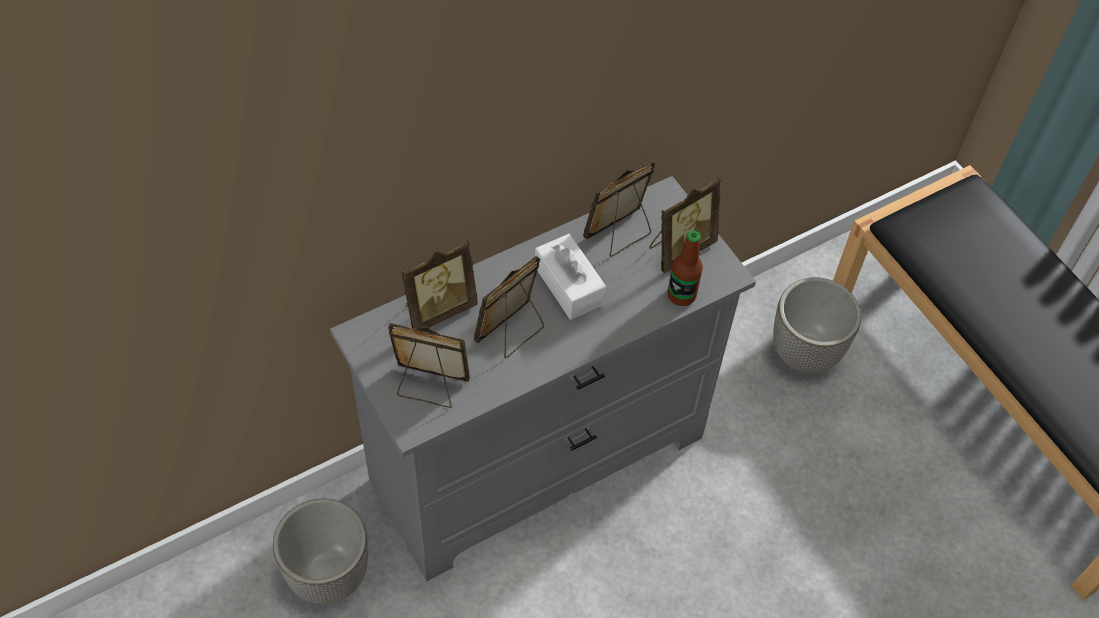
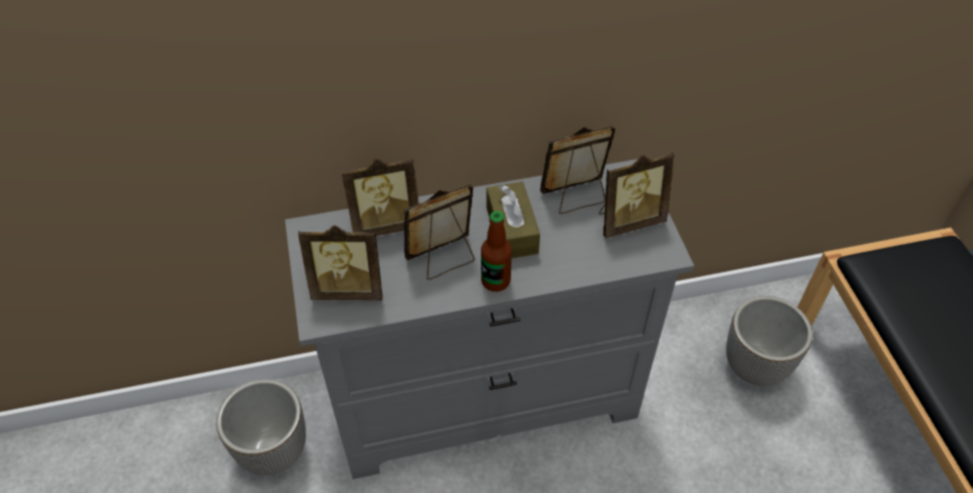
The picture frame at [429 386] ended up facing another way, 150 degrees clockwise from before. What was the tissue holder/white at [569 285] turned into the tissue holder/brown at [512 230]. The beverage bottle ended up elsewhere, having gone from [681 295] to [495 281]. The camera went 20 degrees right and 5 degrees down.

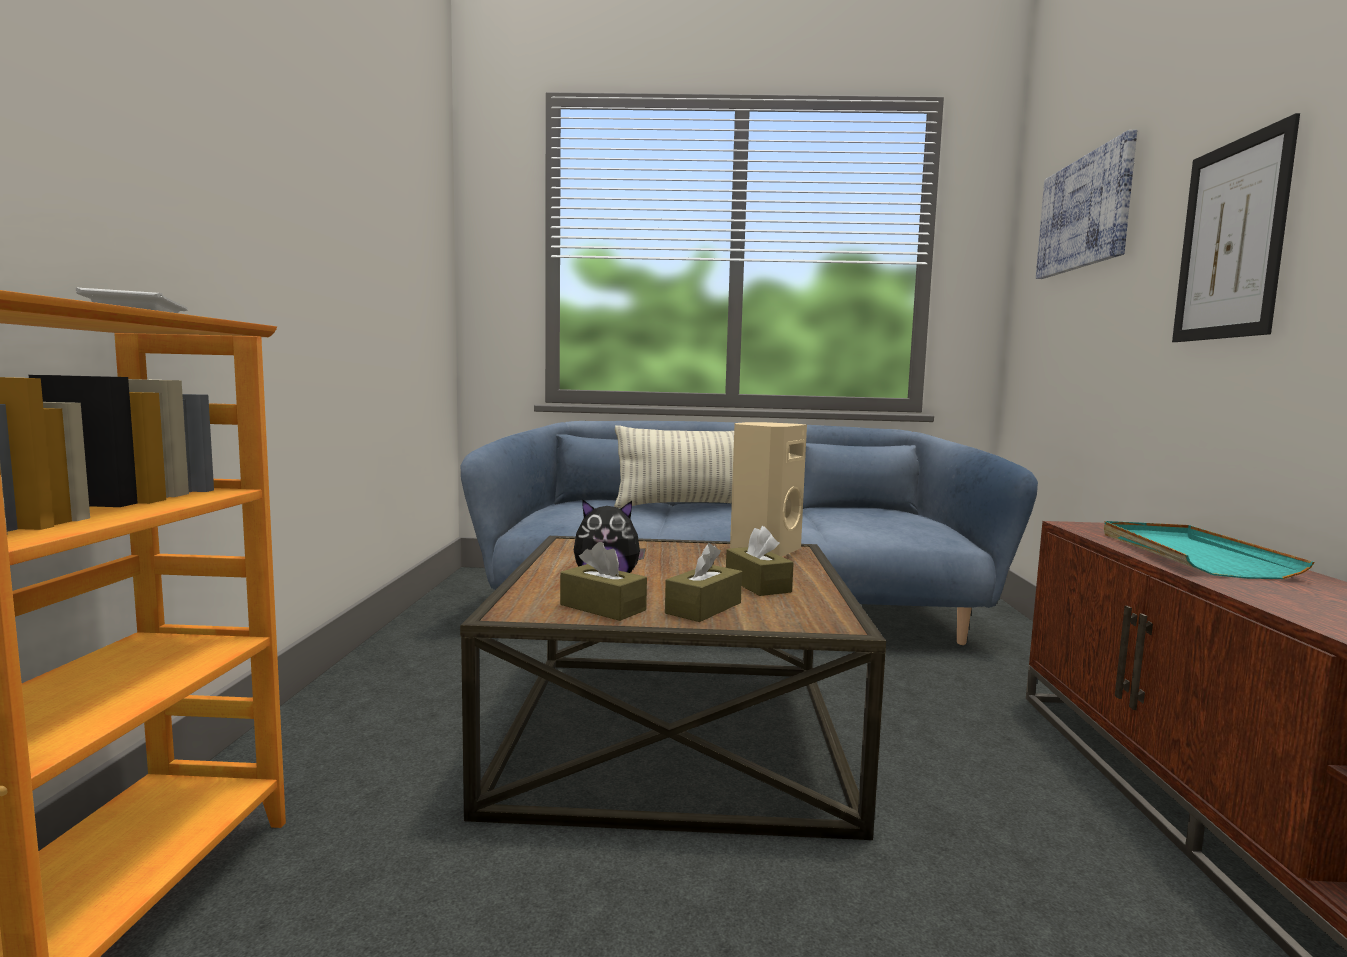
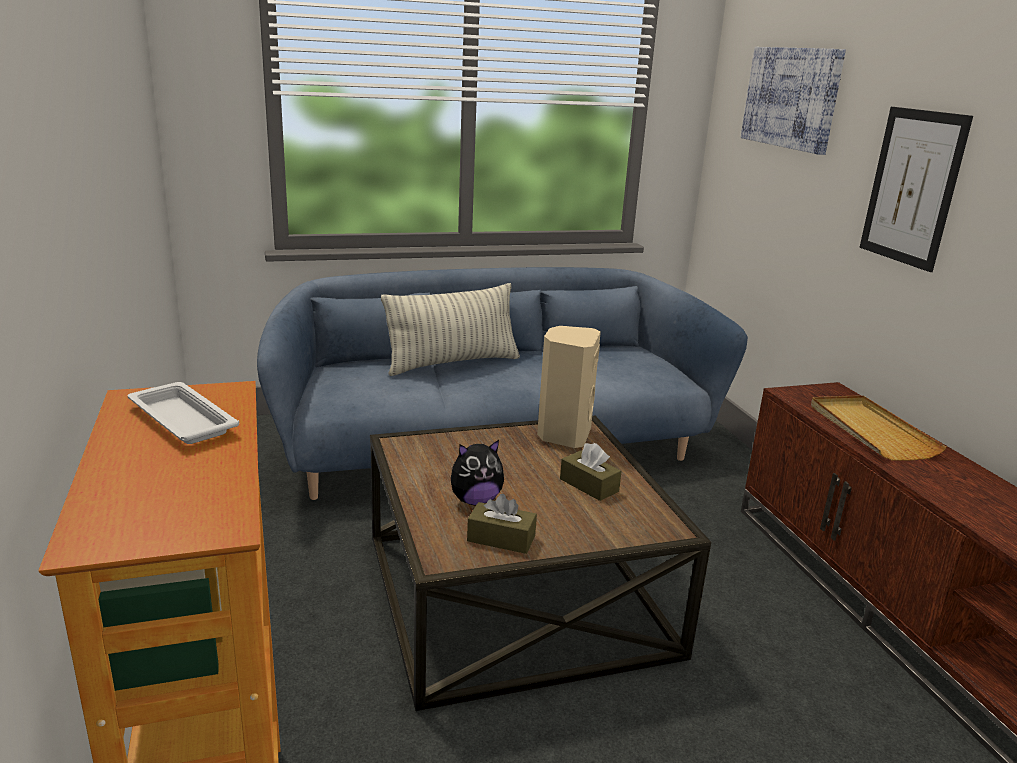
The second view lost the tissue holder/brown at [703 608]. What was the carrying tray/turquoise at [1189 554] turned into the carrying tray/sand-coloured at [870 430]. The camera went 20 degrees left and 15 degrees up.

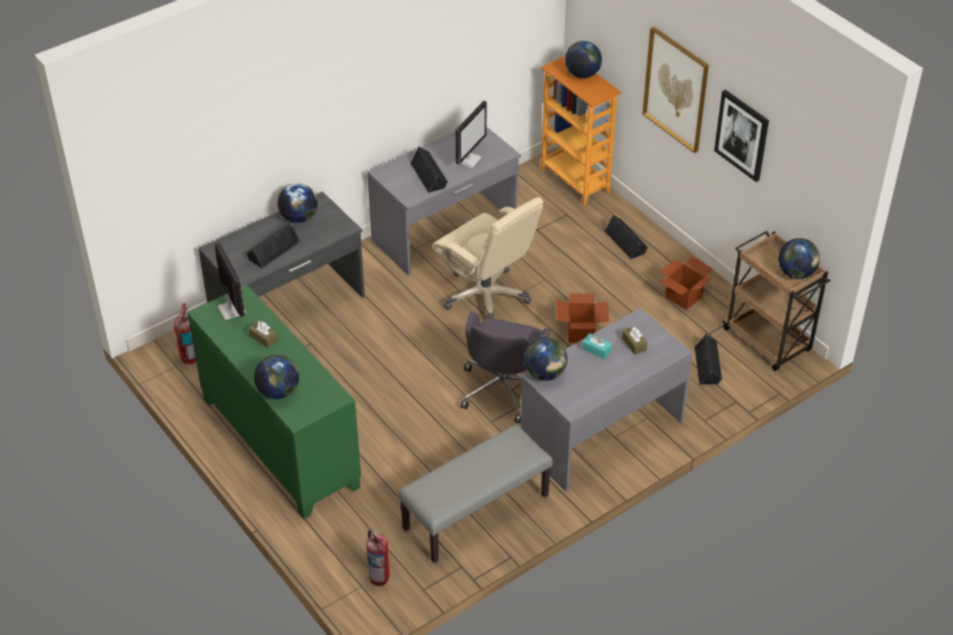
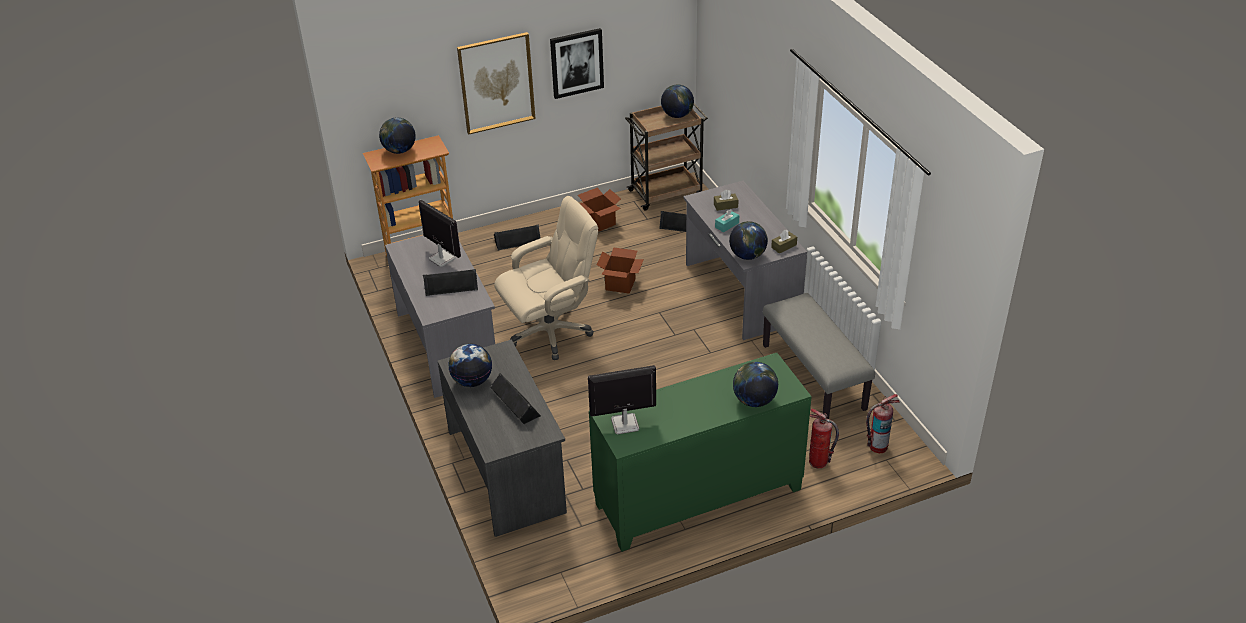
The fire-fighting cylinder ended up elsewhere, having gone from [189 358] to [818 462]. The tissue holder/brown ended up elsewhere, having gone from [263 338] to [784 246]. The second view lost the office chair/grey at [504 388]. The camera went 75 degrees left and 5 degrees down.

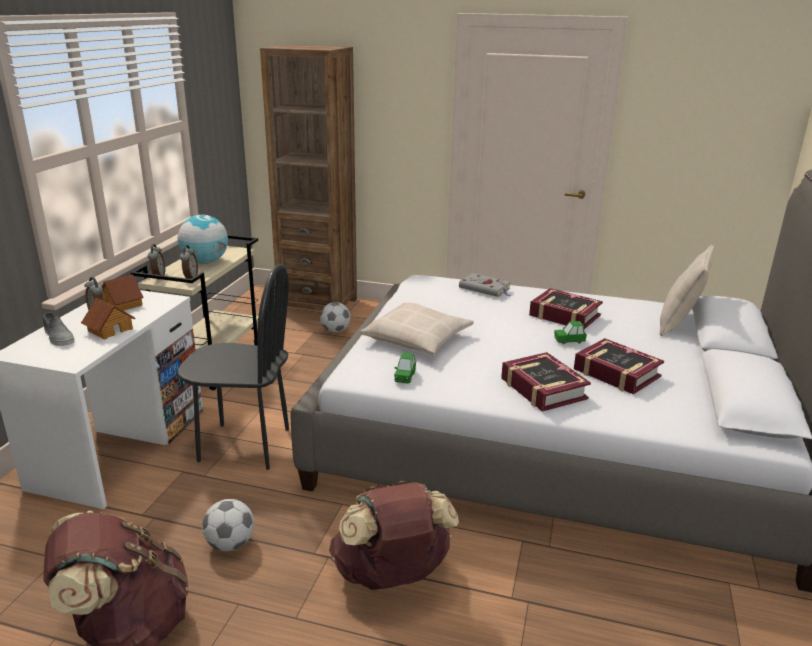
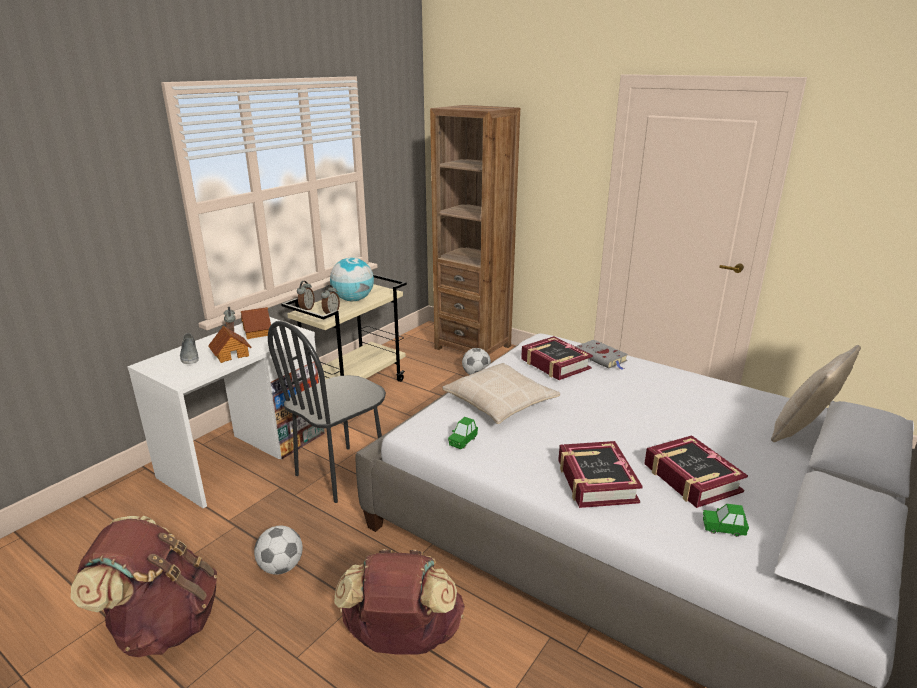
The chair/black at [244 445] ended up facing another way, 105 degrees clockwise from before. The volume ended up elsewhere, having gone from [564 315] to [555 364]. The miniature car/greenish ended up elsewhere, having gone from [569 341] to [723 529]. The camera went 20 degrees right and 0 degrees up.

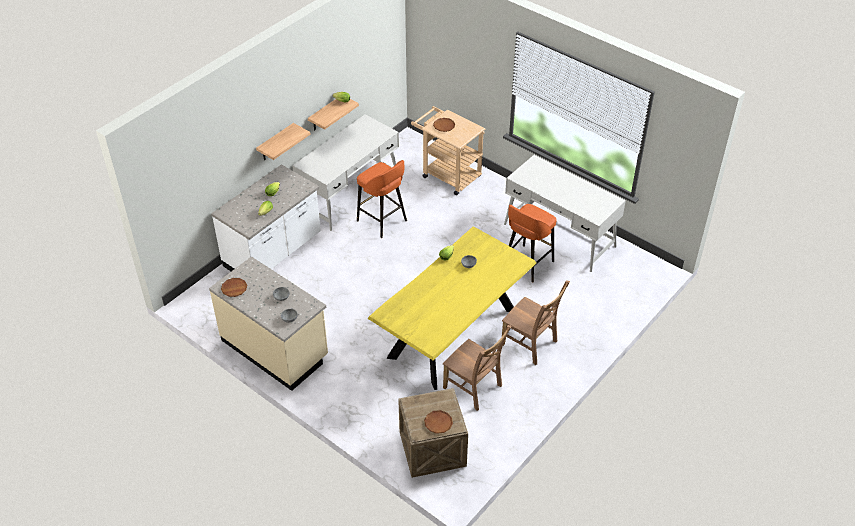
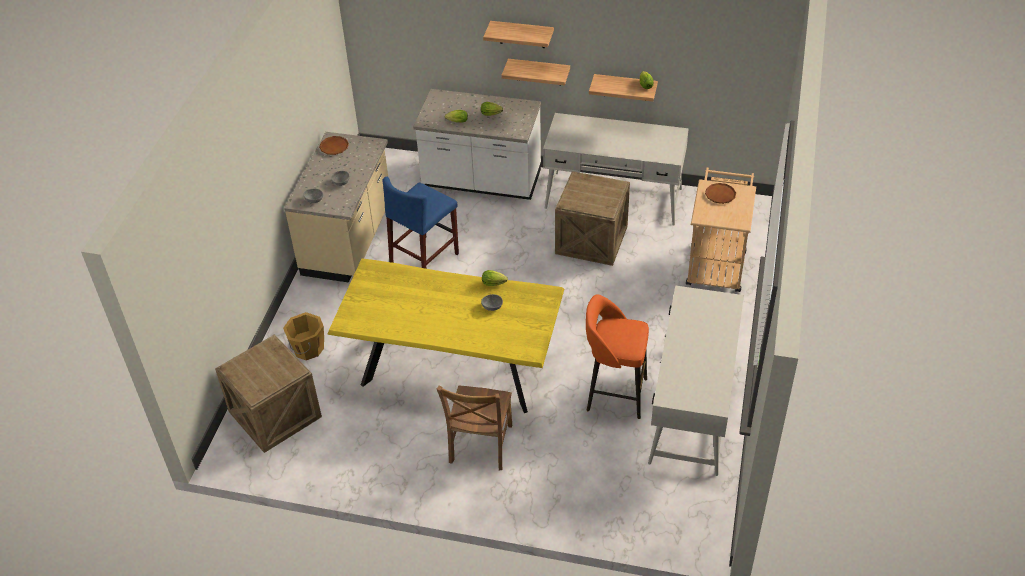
Where the stool seat/orange stood at [383 221], the crate came to stand at [590 241]. The second view lost the dinner plate/brown at [438 423]. The second view lost the chair/brown at [474 388]. The second view gained the pail/orange at [307 348]. The second view gained the stool seat/blue-coloured at [424 259]. The second view gained the shelf at [522 34]. The camera went 65 degrees right and 0 degrees up.

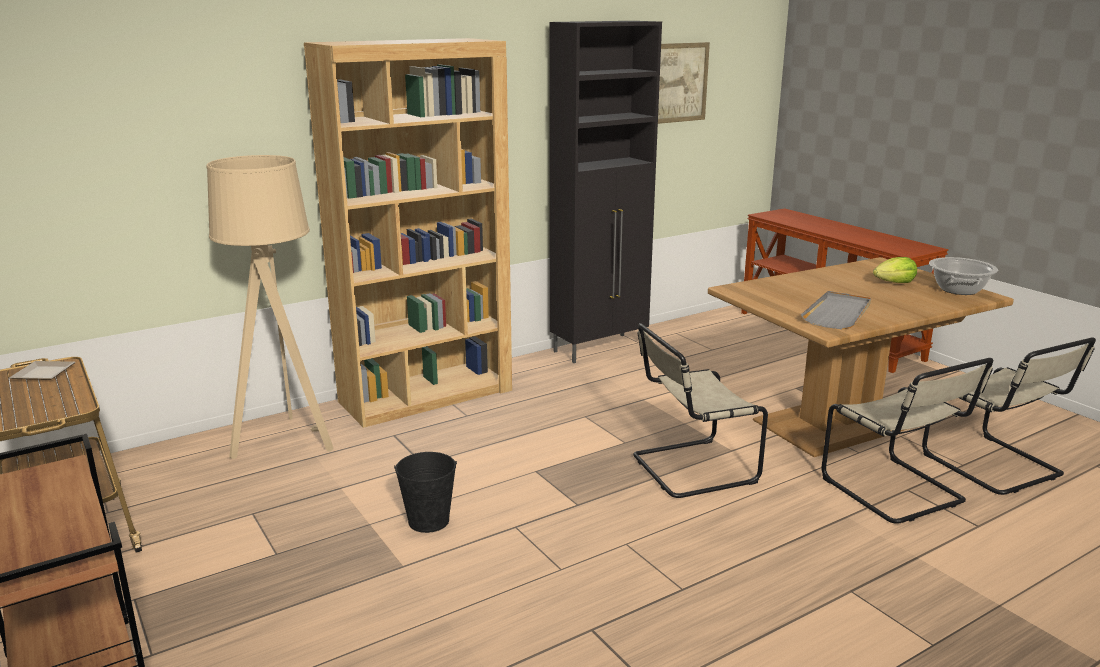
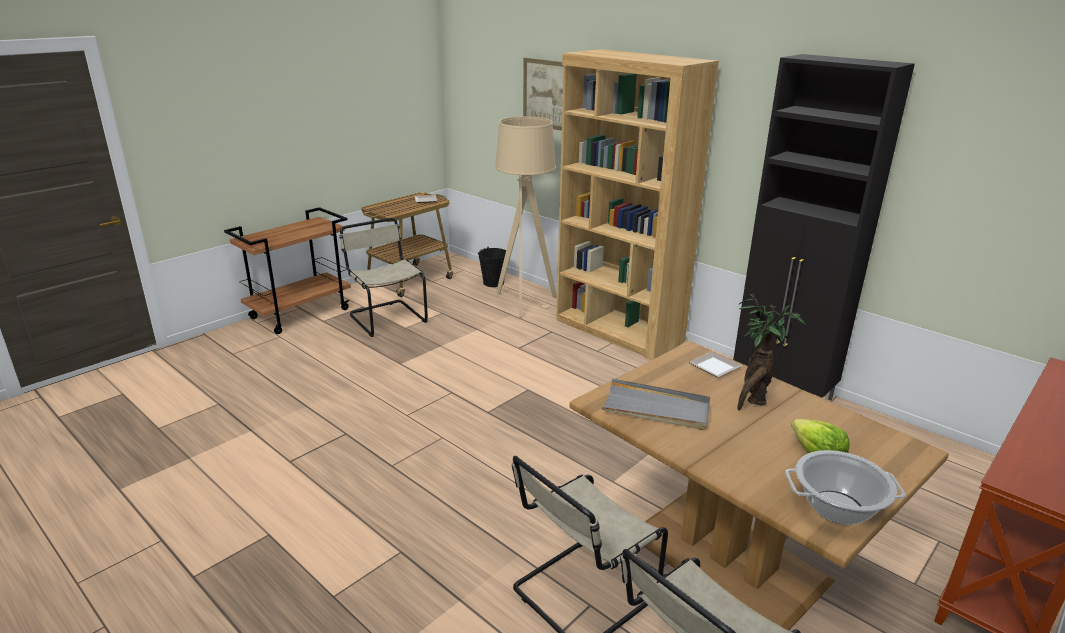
The pail/black ended up elsewhere, having gone from [428 520] to [493 283]. The chair/sand-coloured ended up elsewhere, having gone from [689 469] to [386 317]. The picture ended up elsewhere, having gone from [676 83] to [548 94]. The second view gained the dinner plate at [713 367]. The second view gained the potted plant at [754 399]. The camera went 75 degrees right and 5 degrees up.

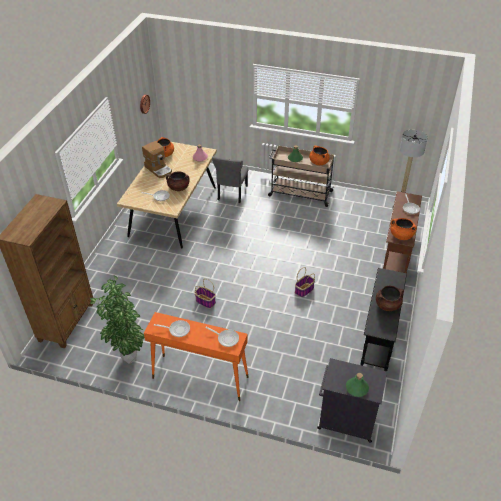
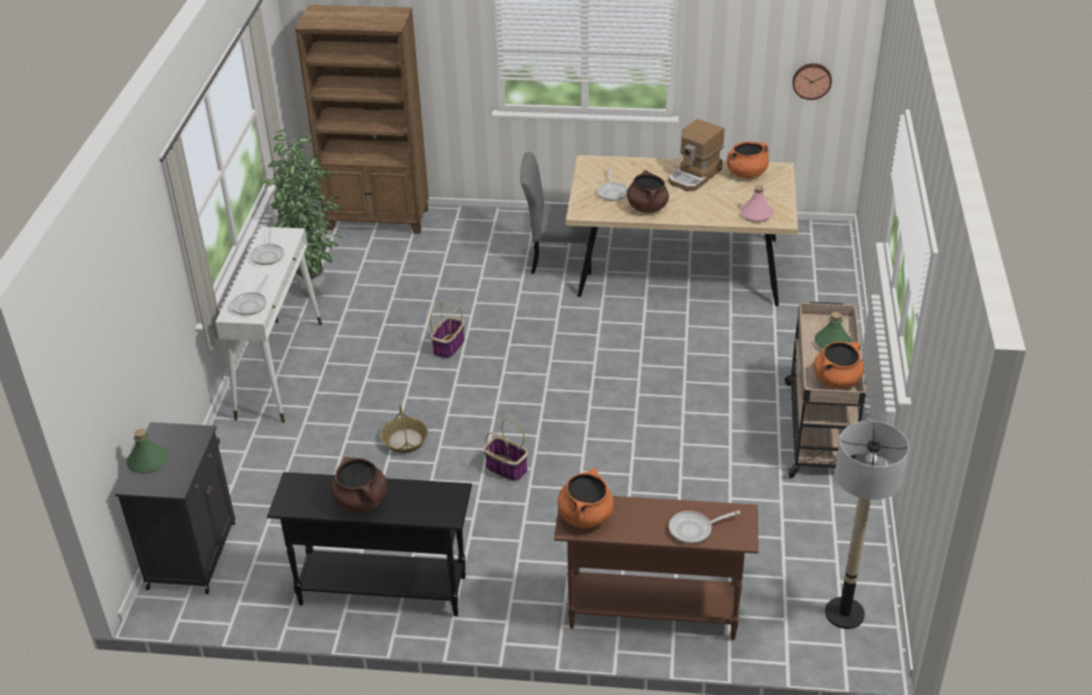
What was the console table/orange at [199 377] turned into the console table/white at [280 369]. The chair/grey ended up elsewhere, having gone from [232 194] to [558 260]. The second view gained the basket at [405 440]. The camera went 80 degrees right and 5 degrees down.

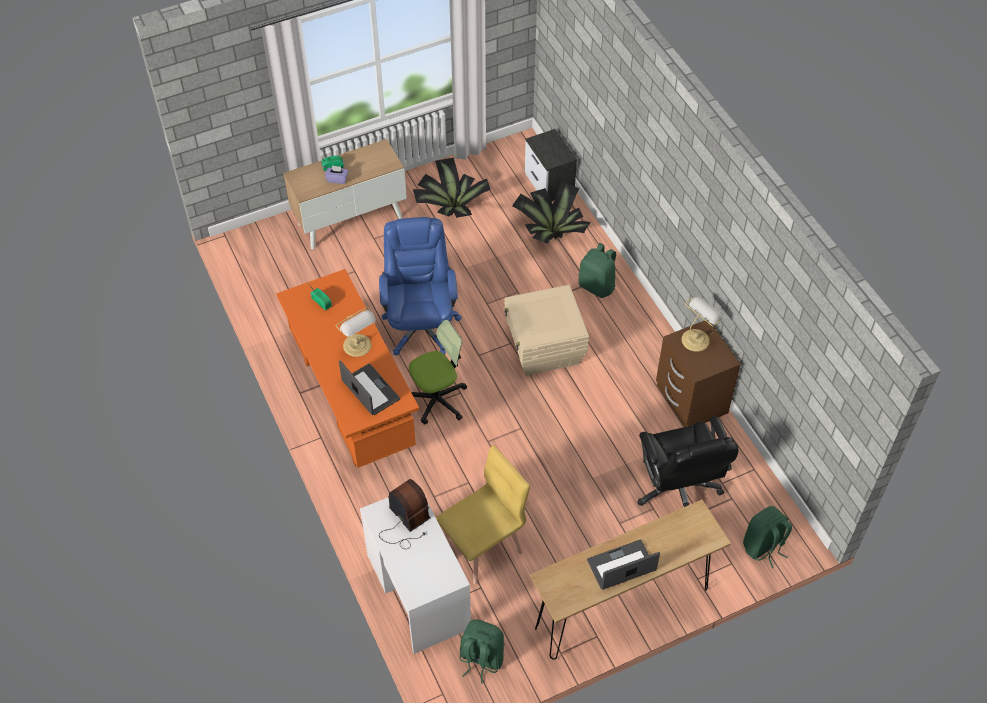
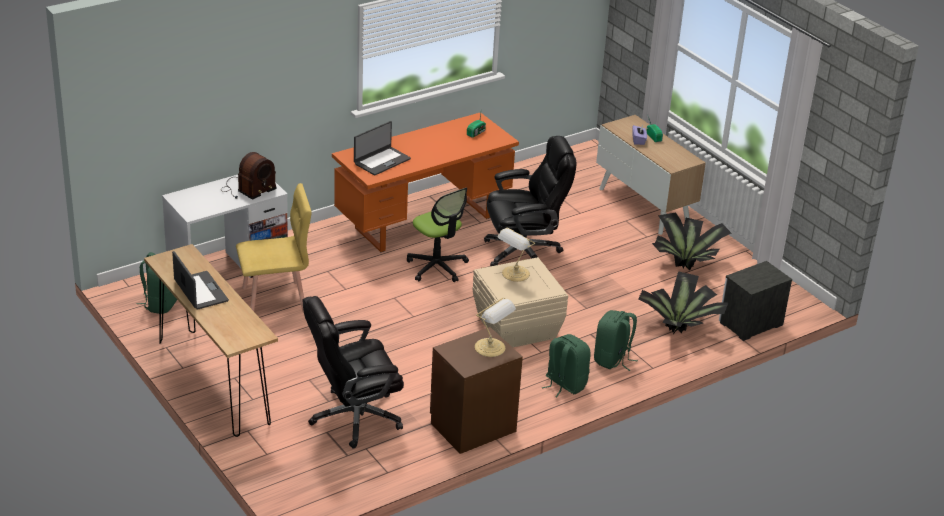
The table lamp ended up elsewhere, having gone from [358 346] to [514 274]. What was the office chair/blue-coloured at [421 326] turned into the office chair/black at [524 253]. The chair/yellowish at [483 547] ended up facing another way, 60 degrees counterclockwise from before. The knapsack/greenish ended up elsewhere, having gone from [763 547] to [564 384]. The camera went 80 degrees right and 20 degrees down.

